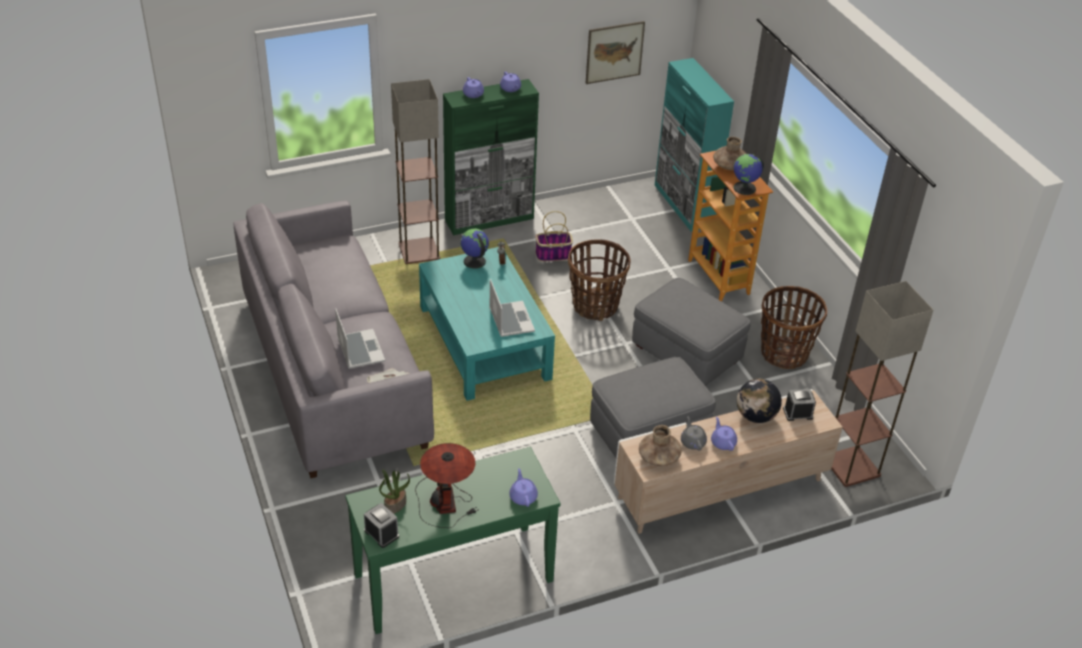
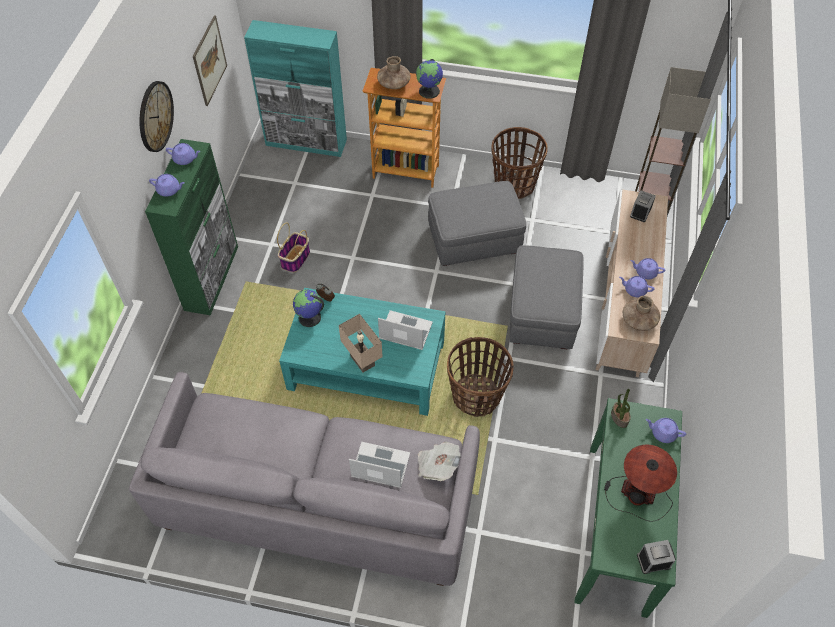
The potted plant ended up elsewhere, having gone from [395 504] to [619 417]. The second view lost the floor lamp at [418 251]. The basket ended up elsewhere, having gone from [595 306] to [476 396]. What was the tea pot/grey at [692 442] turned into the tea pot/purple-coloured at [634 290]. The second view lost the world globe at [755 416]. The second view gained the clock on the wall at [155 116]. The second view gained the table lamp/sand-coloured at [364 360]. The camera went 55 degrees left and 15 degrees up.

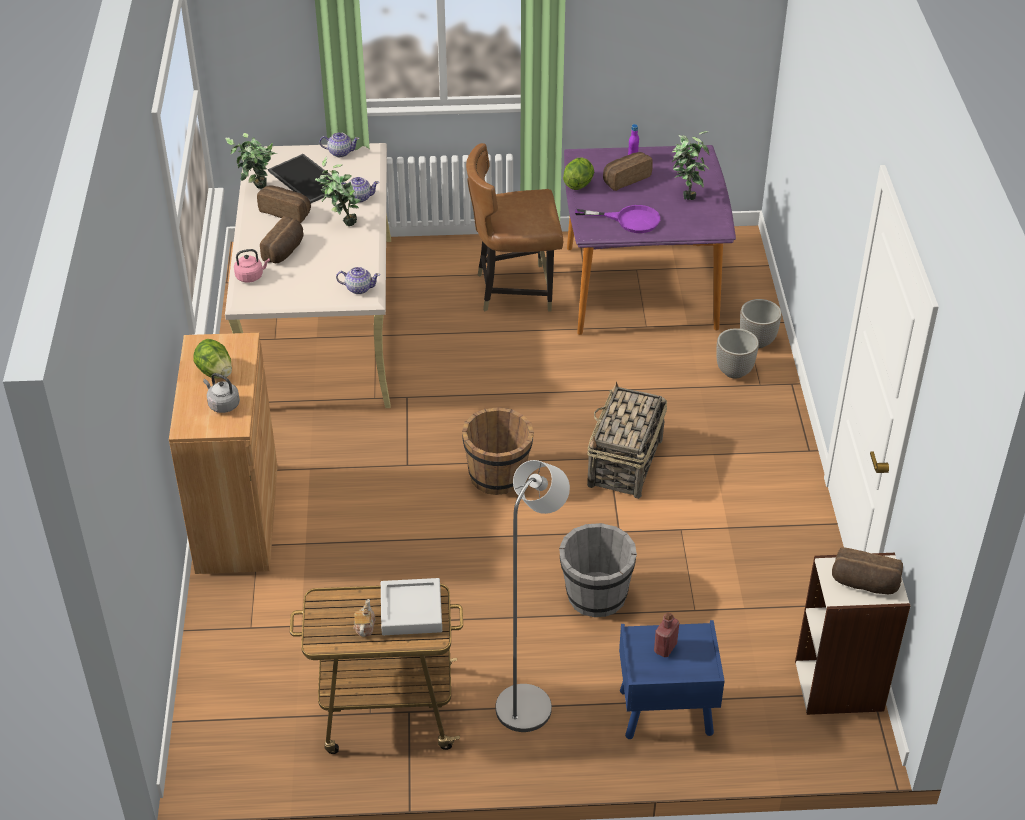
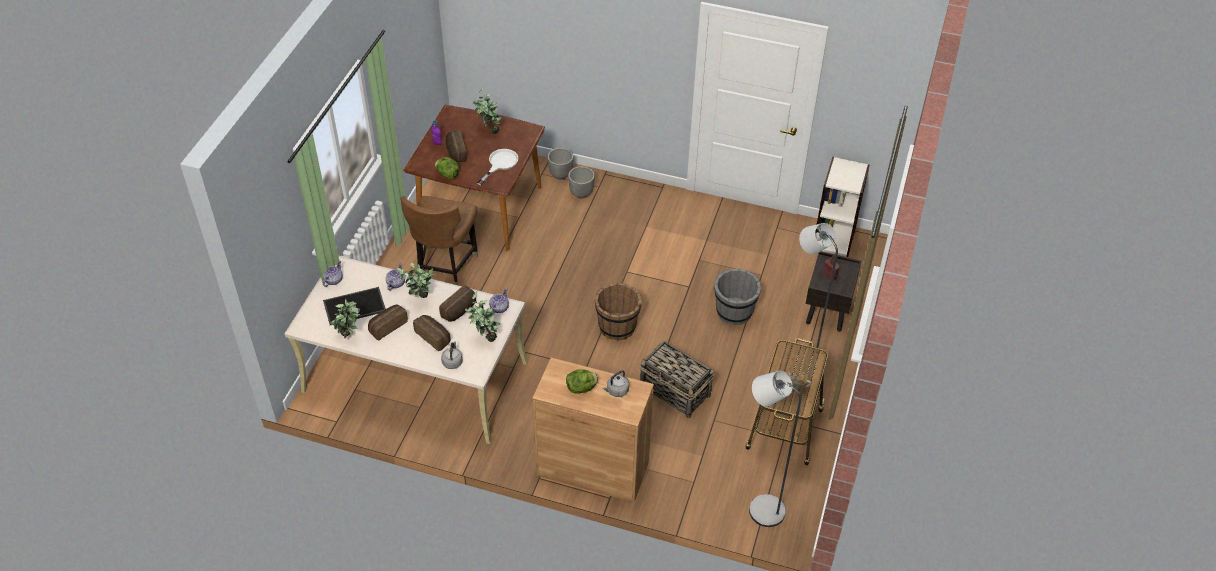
What was the kettle/pinkish at [251 276] turned into the kettle/grey at [452 361]. The second view lost the carrying tray/grey at [411 611]. What was the dining table/purple-coloured at [640 287] turned into the dining table/brown at [480 207]. What was the pan/purple-coloured at [629 220] turned into the pan/white at [500 164]. The basket ended up elsewhere, having gone from [624 463] to [675 392]. What was the bedside table/blue-coloured at [664 713] turned into the bedside table/brown at [828 311]. The bakery bread ended up elsewhere, having gone from [864 584] to [460 311]. The second view gained the potted plant at [484 338]. The second view gained the floor lamp/grey at [760 508]. The camera went 70 degrees left and 5 degrees up.

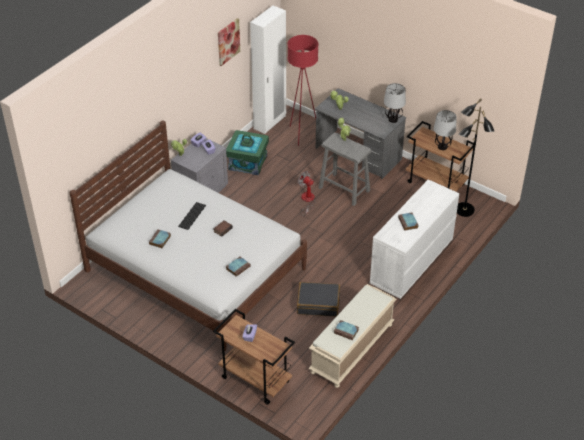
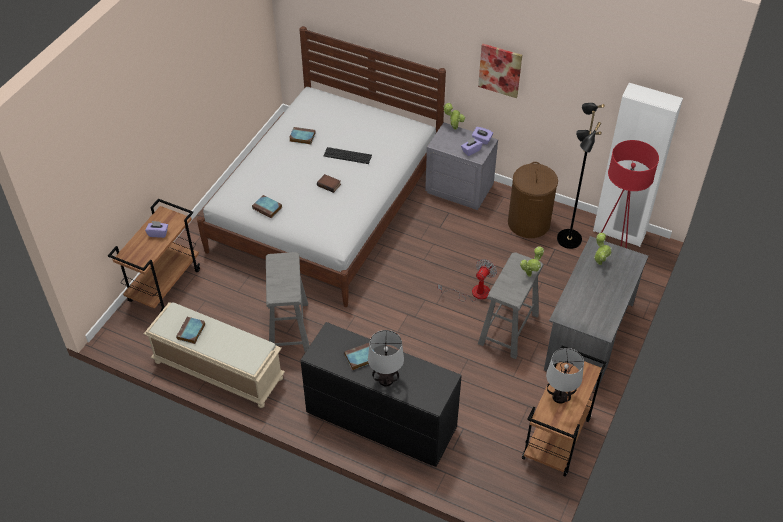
The picture ended up elsewhere, having gone from [228 41] to [500 70]. Where the storage bin/greenish stood at [248 162], the hamper/brown came to stand at [529 223]. Where the piece of luggage/black stood at [318 303], the stool seat/grey came to stand at [289 327]. What was the dresser/white at [411 263] turned into the dresser/black at [380 421]. The table lamp ended up elsewhere, having gone from [393 120] to [385 380]. The floor lamp/black ended up elsewhere, having gone from [464 210] to [568 239]. The camera went 80 degrees right and 5 degrees up.

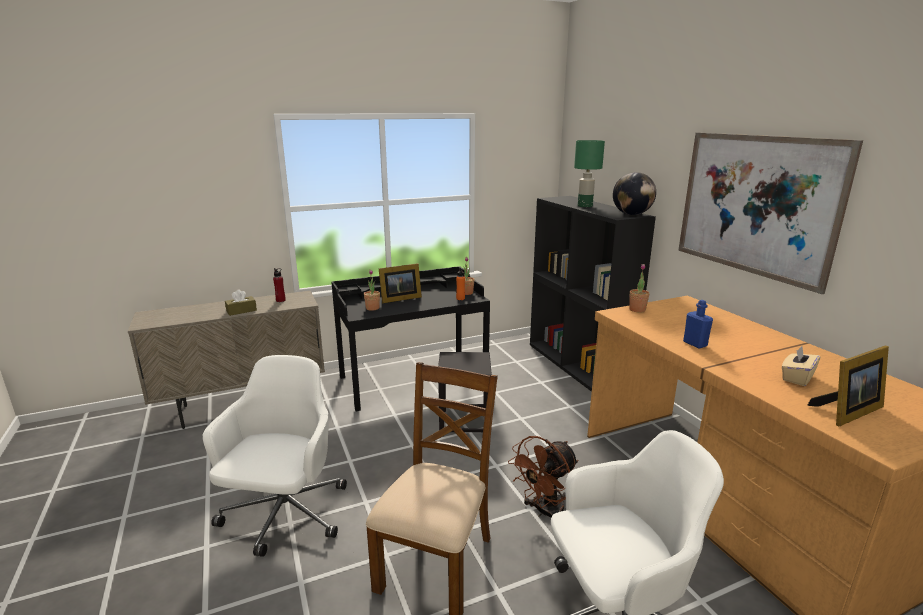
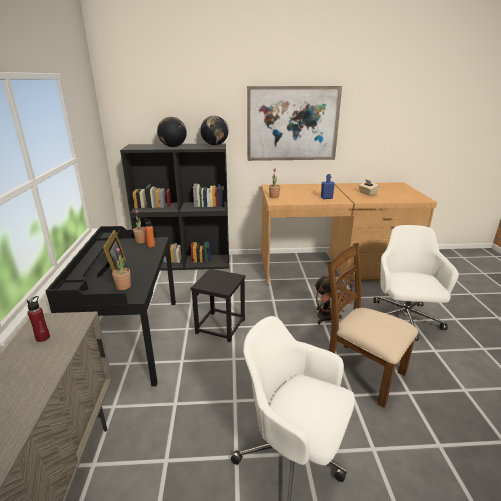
The second view lost the tissue holder/brown at [241 311]. Where the table lamp/greenish stood at [585 206], the world globe came to stand at [173 147]. The second view lost the picture frame at [847 412]. The camera went 70 degrees left and 5 degrees up.

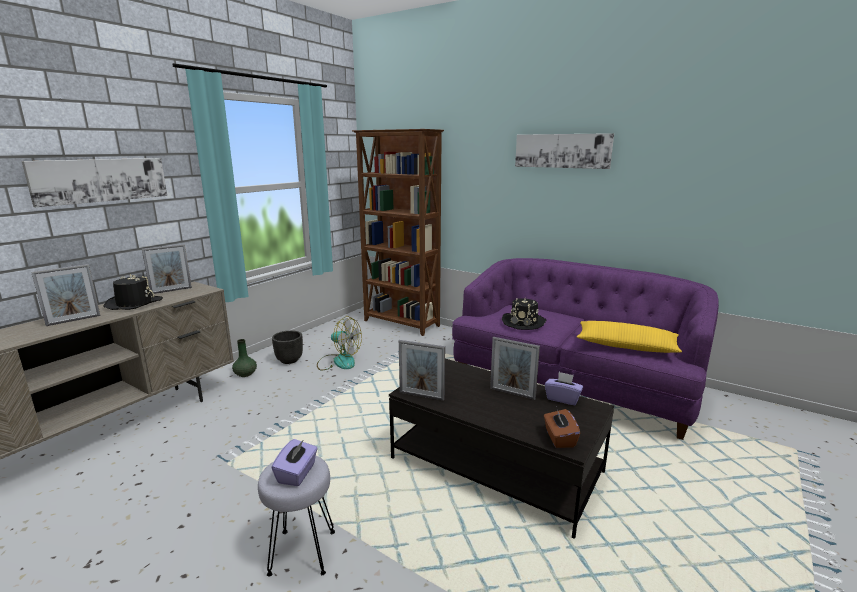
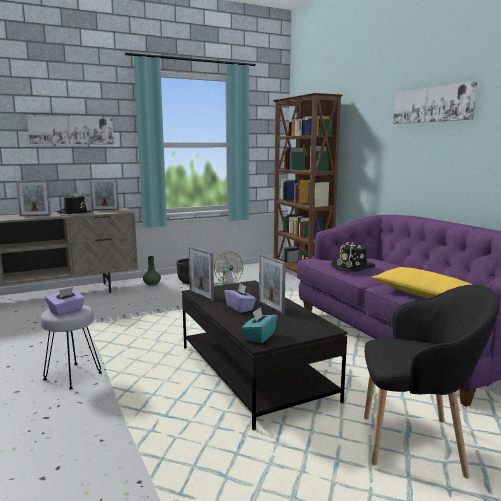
What was the tissue holder/brown at [559 438] turned into the tissue holder/turquoise at [259 337]. The tissue holder/purple-coloured ended up elsewhere, having gone from [562 398] to [240 308]. The second view gained the armchair/black at [416 444]. The camera went 30 degrees right and 5 degrees down.

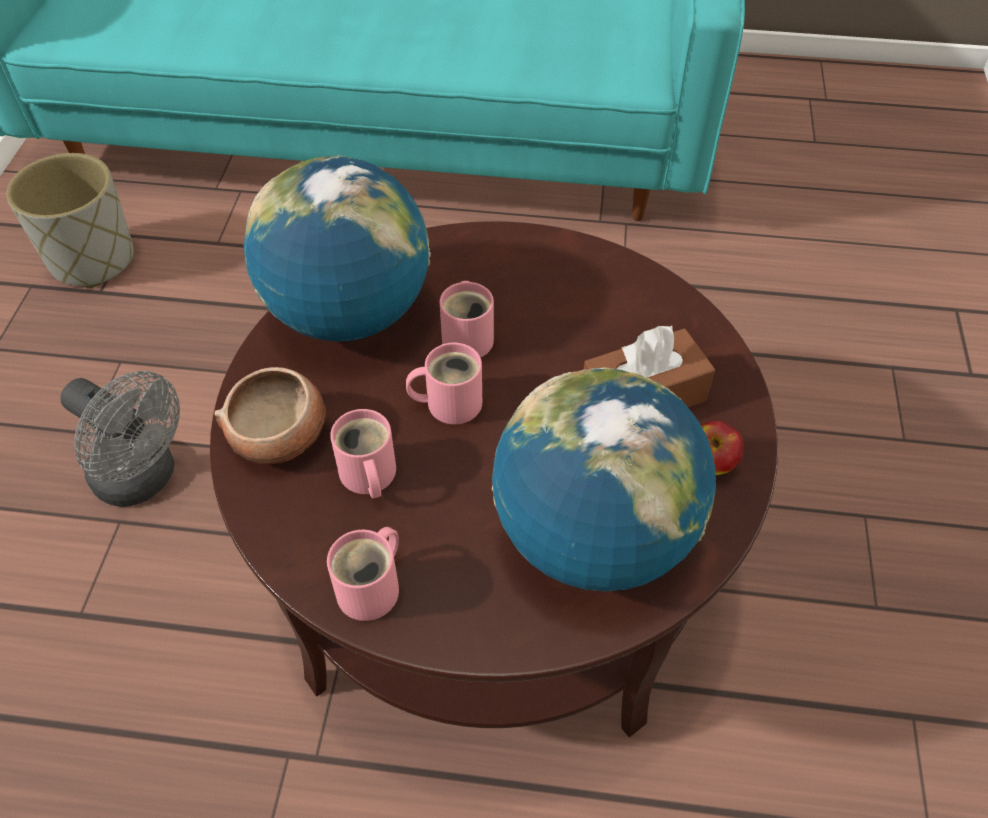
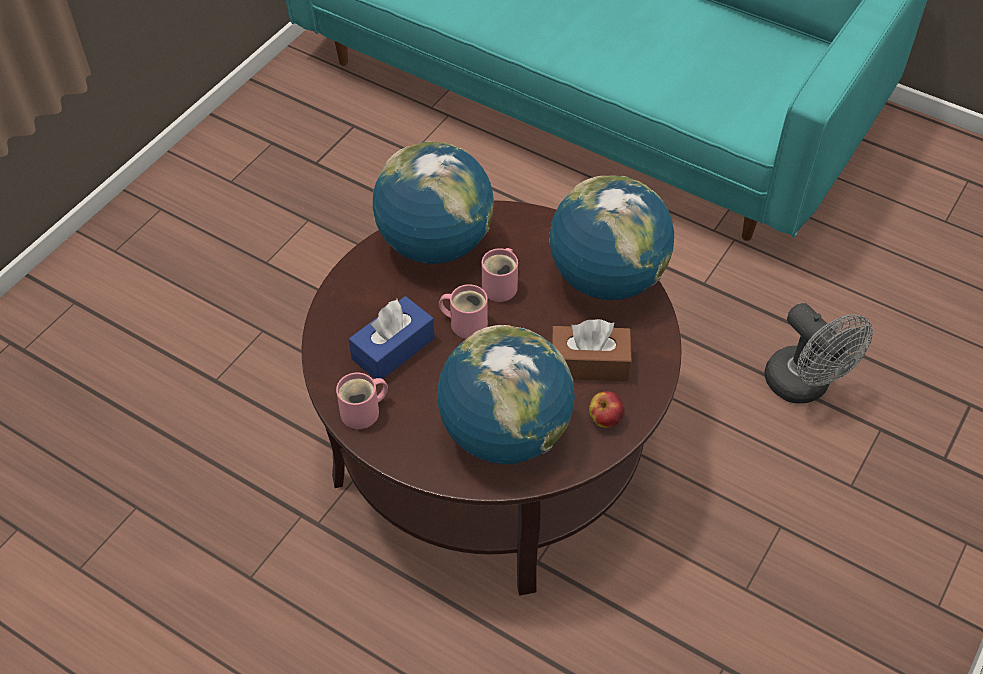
The second view lost the plant pot/grey at [91 260]. The fan/grey ended up elsewhere, having gone from [144 479] to [804 386]. The second view lost the bowl at [281 436]. Where the mug/pinkish stood at [367 476], the tissue holder/blue-coloured came to stand at [393 348]. The second view gained the world globe at [606 279]. The camera went 25 degrees right and 0 degrees up.

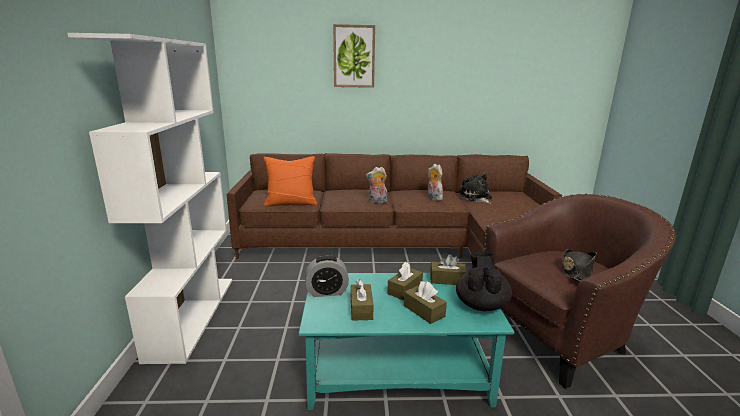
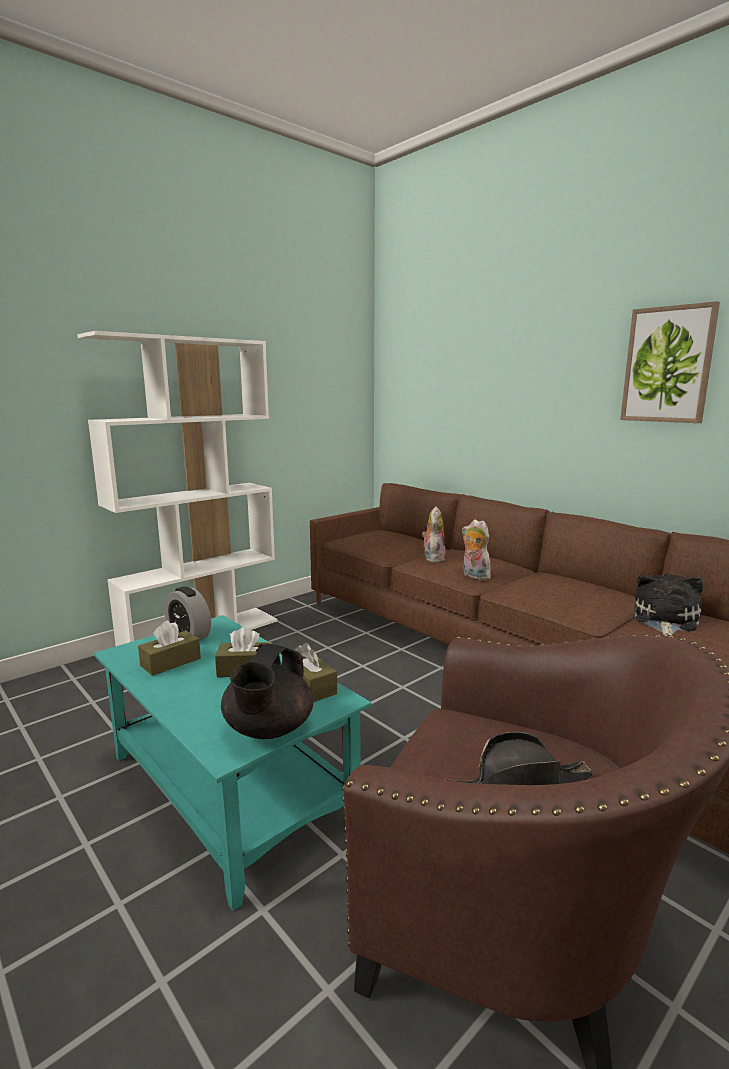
The second view lost the pillow/orange at [291 203]. The picture ended up elsewhere, having gone from [354 56] to [667 365]. The second view lost the tissue holder/brown at [424 311]. The plush toy ended up elsewhere, having gone from [433 198] to [433 558]. The tea pot/black at [481 304] ended up facing another way, 135 degrees clockwise from before. The camera went 50 degrees right and 5 degrees down.

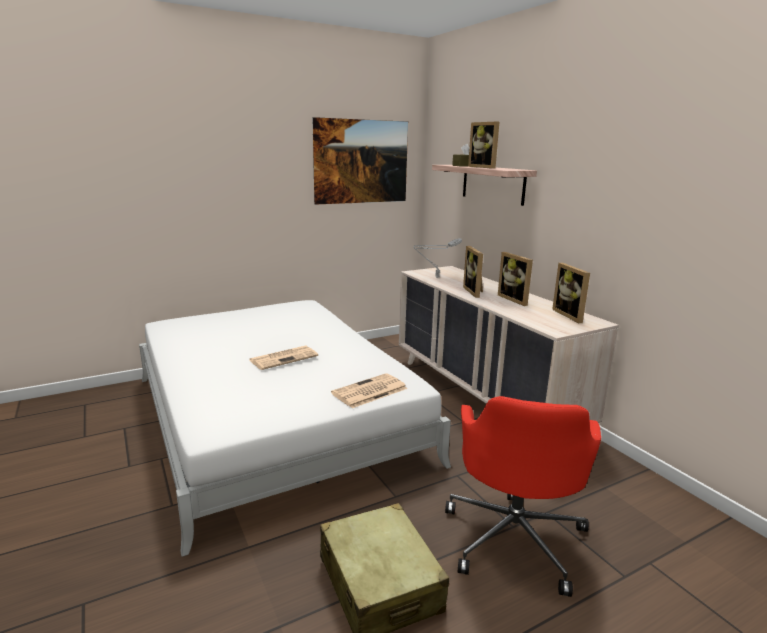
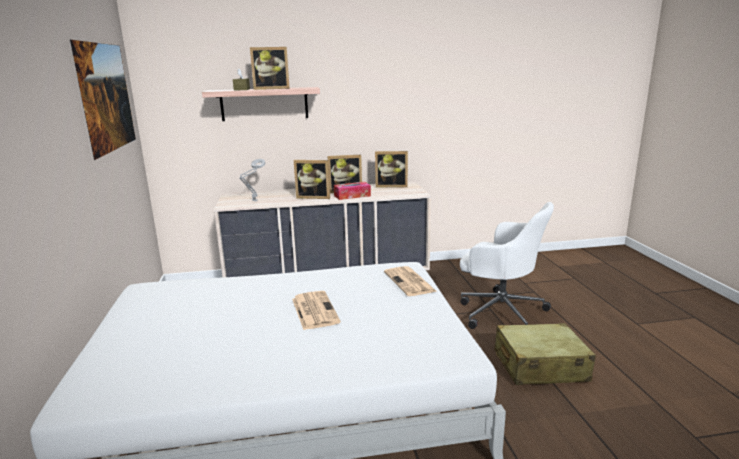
What was the office chair/red at [514 536] turned into the office chair/white at [500 311]. The second view gained the tissue holder at [352 196]. The camera went 70 degrees left and 0 degrees up.

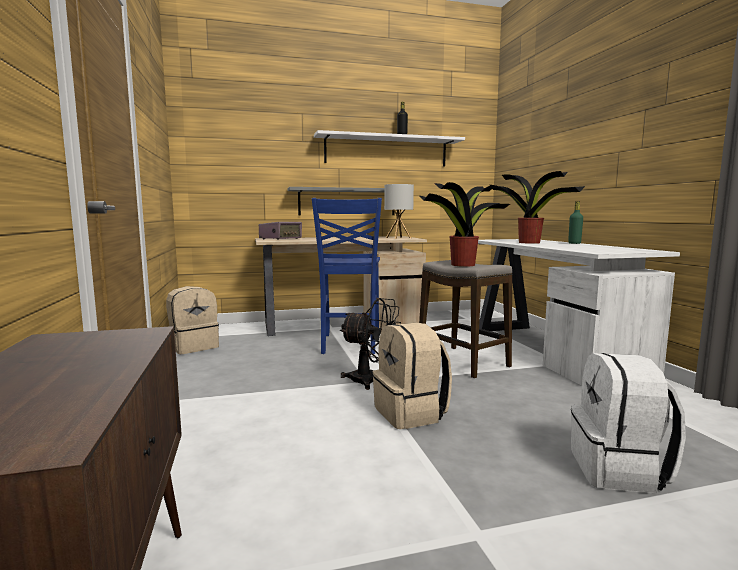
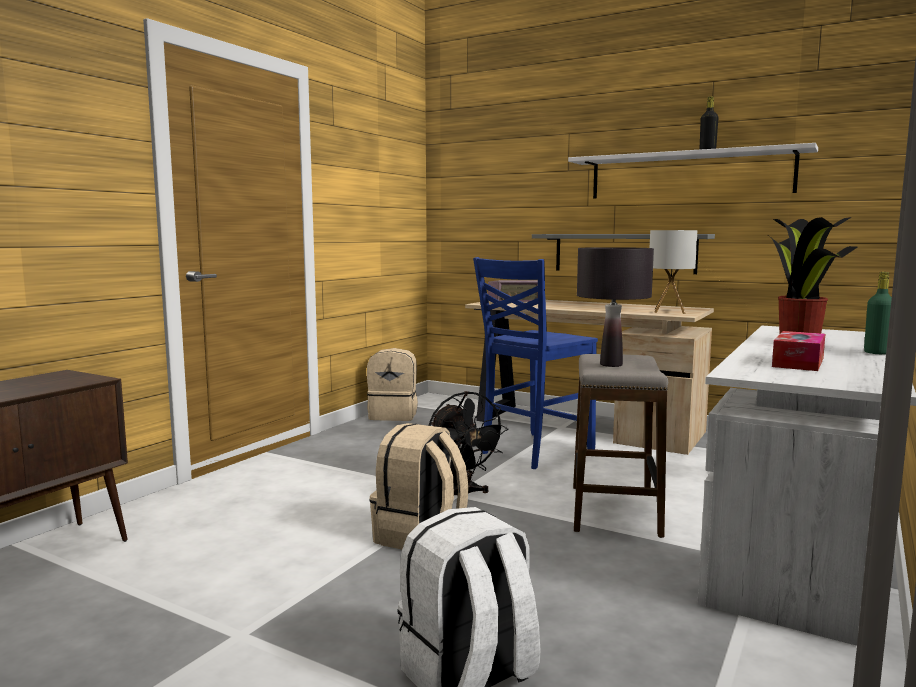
Where the potted plant stood at [464 265], the table lamp/black came to stand at [611 365]. The second view gained the tissue holder at [798 362]. The camera went 45 degrees right and 0 degrees up.

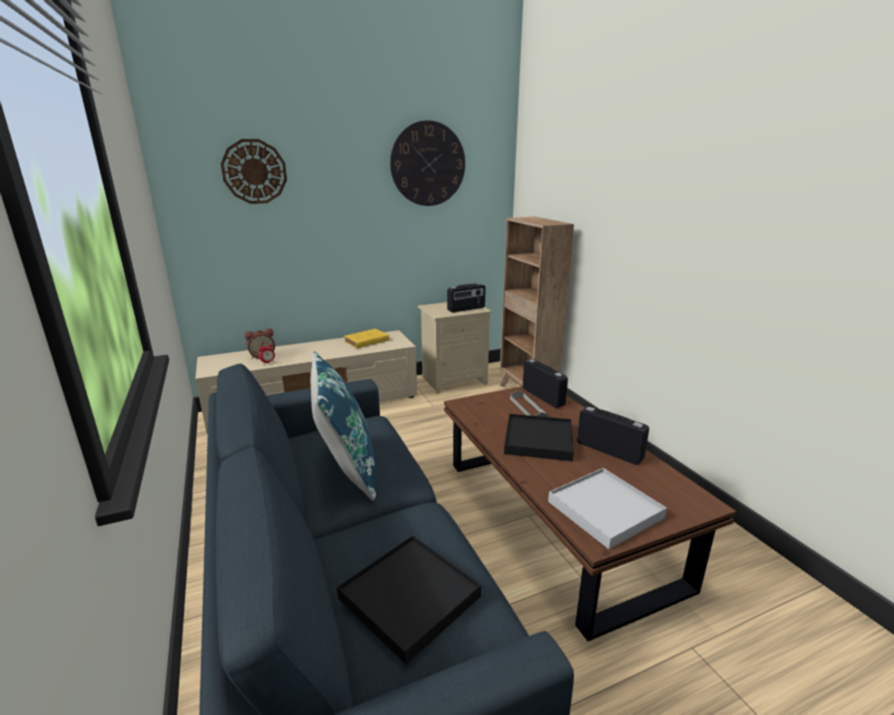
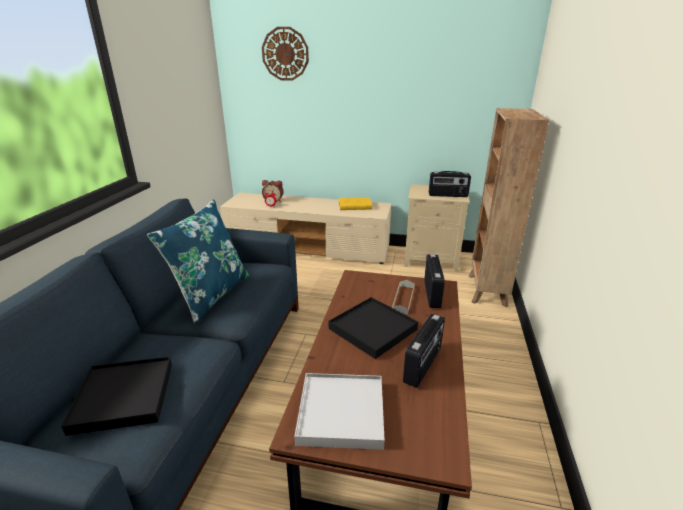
The second view lost the clock on the wall at [428 164]. The radio receiver at [609 450] ended up facing another way, 45 degrees clockwise from before. The camera went 35 degrees right and 5 degrees up.

